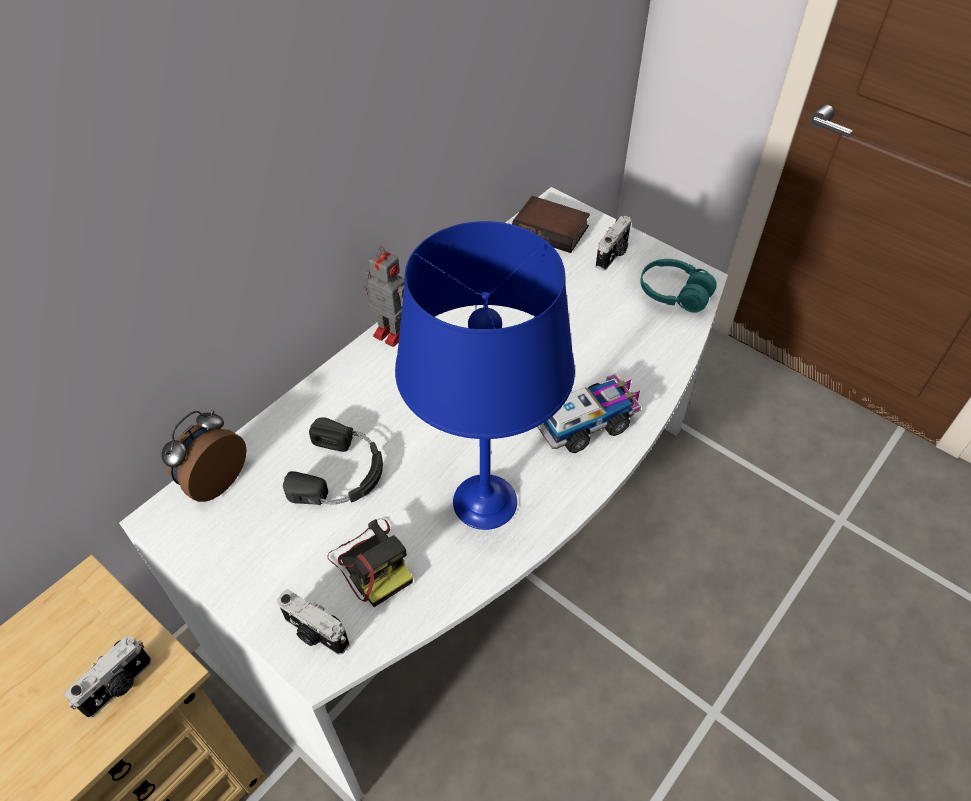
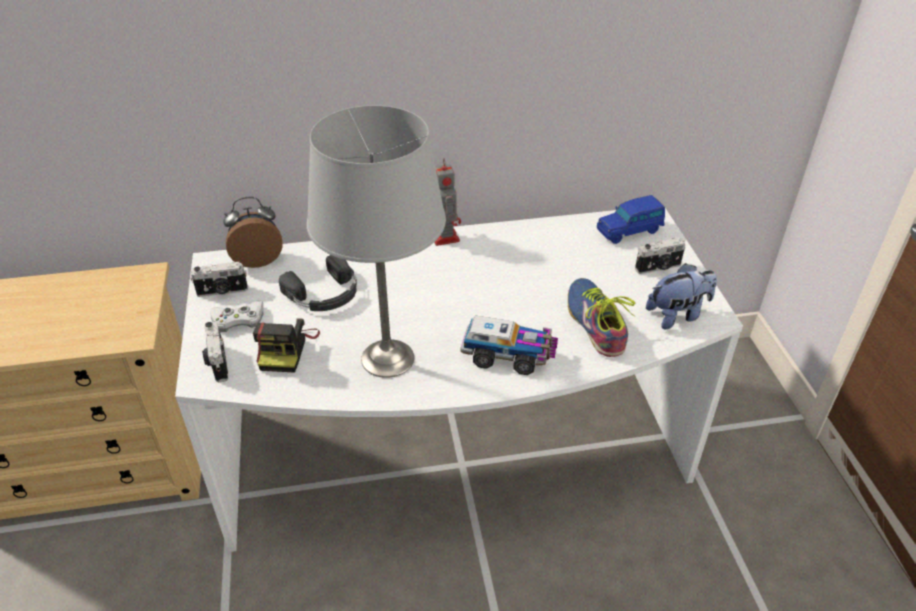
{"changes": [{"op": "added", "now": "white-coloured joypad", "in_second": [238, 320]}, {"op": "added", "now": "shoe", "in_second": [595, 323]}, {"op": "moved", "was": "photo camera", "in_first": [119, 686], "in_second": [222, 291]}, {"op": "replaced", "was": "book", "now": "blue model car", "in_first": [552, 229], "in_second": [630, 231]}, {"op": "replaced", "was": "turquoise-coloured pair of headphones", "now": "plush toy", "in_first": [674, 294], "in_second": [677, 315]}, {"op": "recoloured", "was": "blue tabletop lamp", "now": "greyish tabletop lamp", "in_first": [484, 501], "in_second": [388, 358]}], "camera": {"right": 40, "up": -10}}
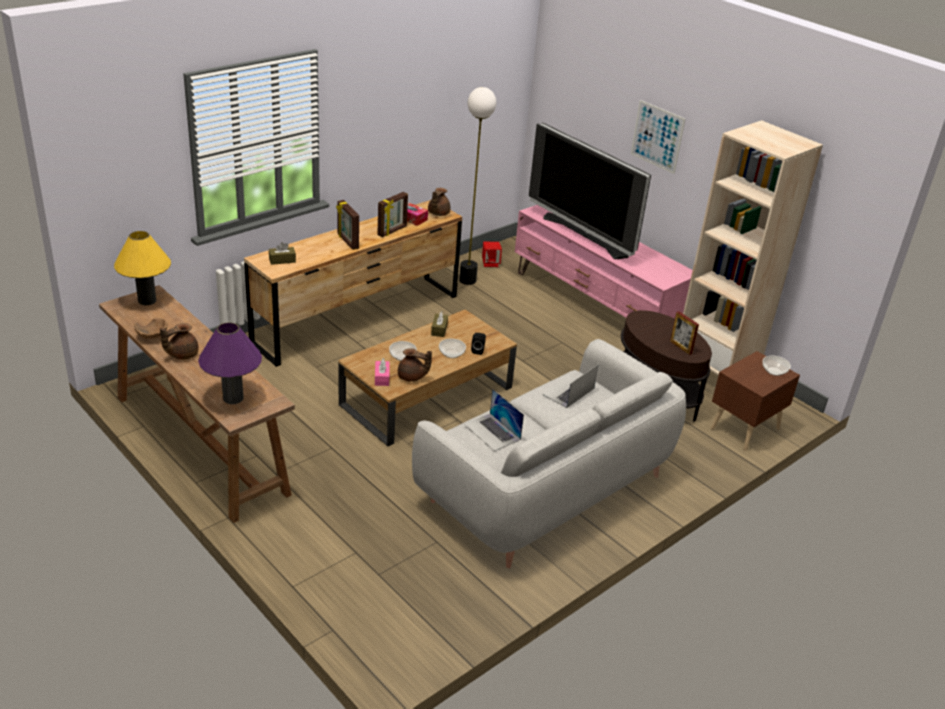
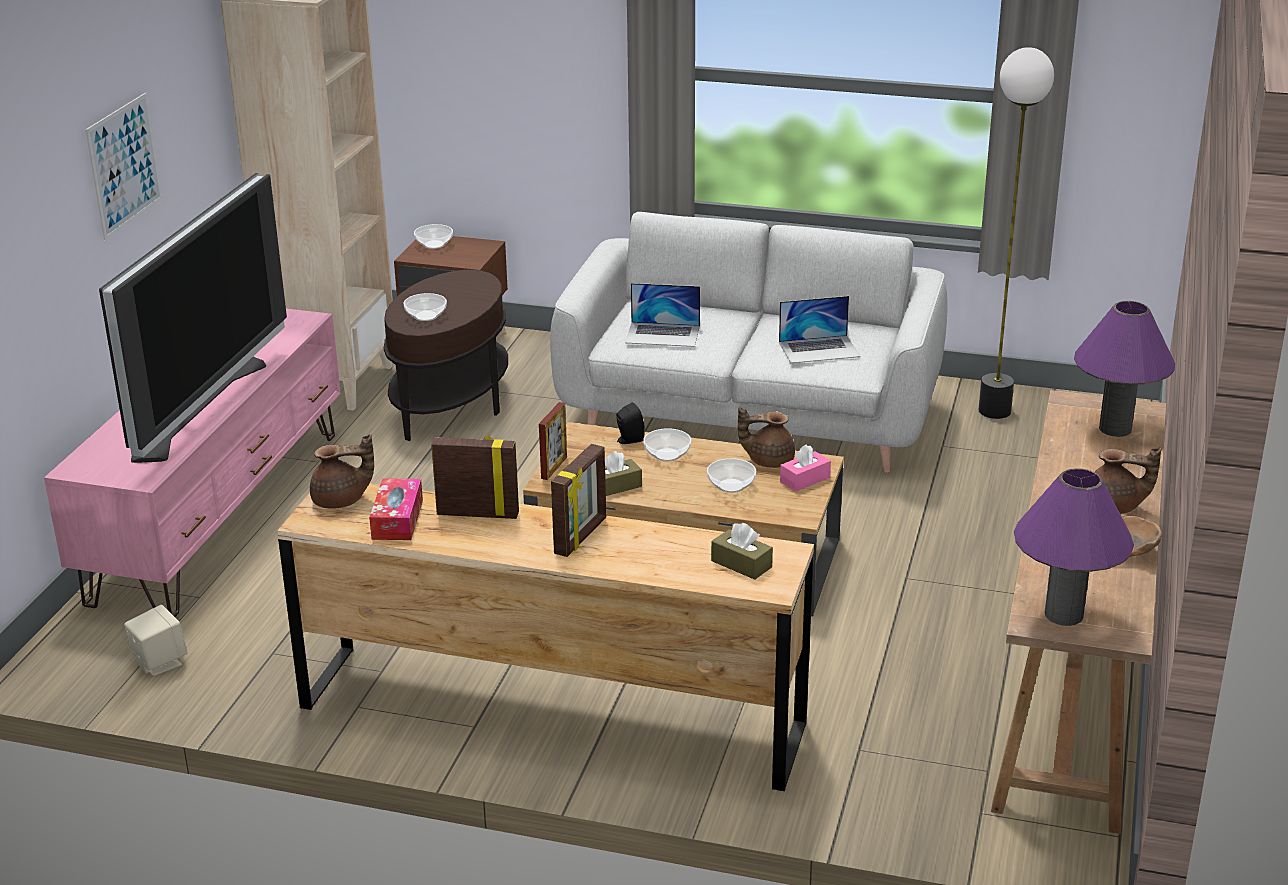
{"changes": [{"op": "added", "now": "deep dish", "in_second": [426, 316]}, {"op": "moved", "was": "standard lamp", "in_first": [467, 280], "in_second": [995, 411]}, {"op": "moved", "was": "photo frame", "in_first": [680, 347], "in_second": [554, 467]}, {"op": "recoloured", "was": "yellow tabletop lamp", "now": "purple-coloured tabletop lamp", "in_first": [147, 300], "in_second": [1063, 614]}, {"op": "recoloured", "was": "reddish loudspeaker", "now": "beige-coloured loudspeaker", "in_first": [490, 263], "in_second": [159, 663]}, {"op": "turned", "was": "brown-coloured pot for tea", "in_first": [412, 377], "in_second": [768, 460], "clockwise": -75}, {"op": "turned", "was": "portable computer", "in_first": [492, 432], "in_second": [819, 349], "clockwise": 60}], "camera": {"right": -120, "up": -5}}
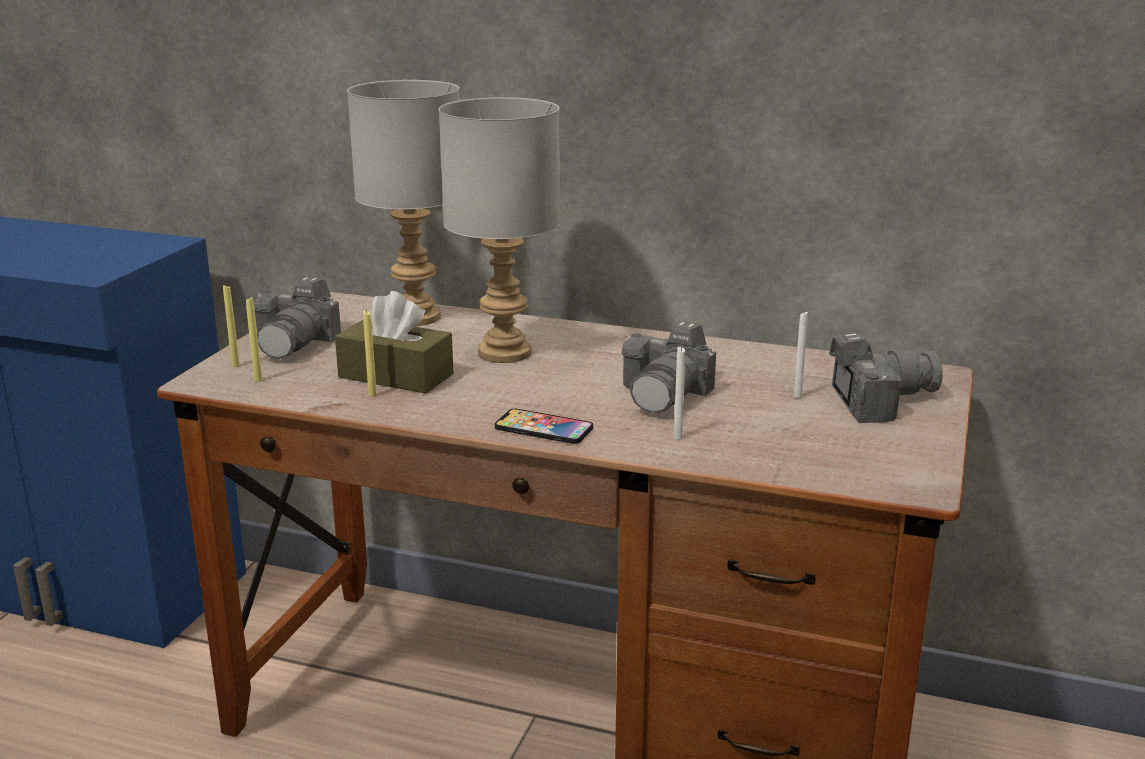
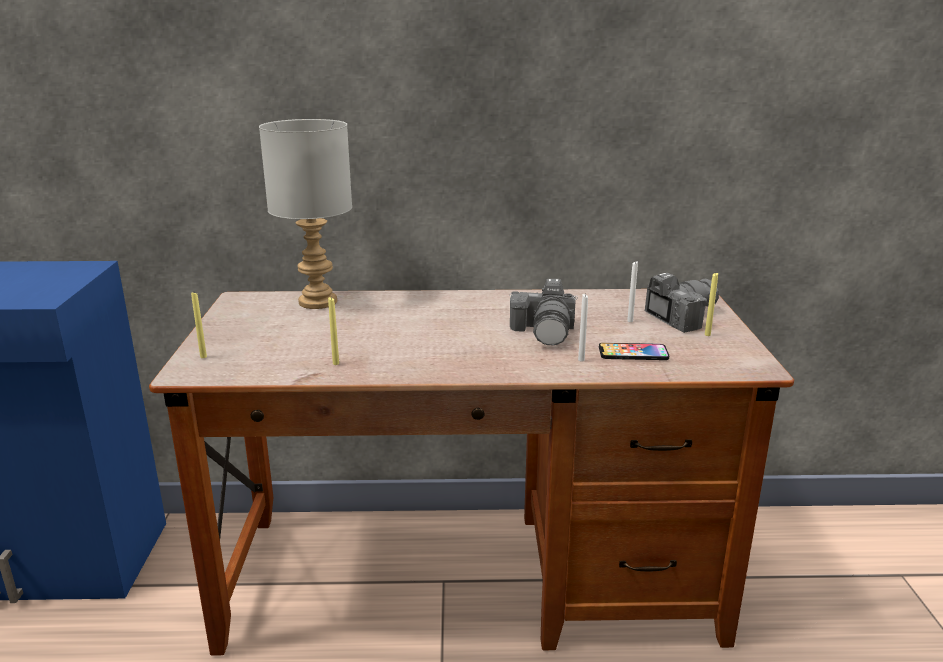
{"changes": [{"op": "removed", "was": "photo camera", "in_first": [296, 343]}, {"op": "removed", "was": "brown-coloured tissue box", "in_first": [396, 376]}, {"op": "removed", "was": "greyish tabletop lamp", "in_first": [502, 353]}, {"op": "moved", "was": "yellow wax candle", "in_first": [258, 380], "in_second": [707, 335]}, {"op": "moved", "was": "handset", "in_first": [543, 428], "in_second": [633, 353]}], "camera": {"right": -20, "up": 0}}
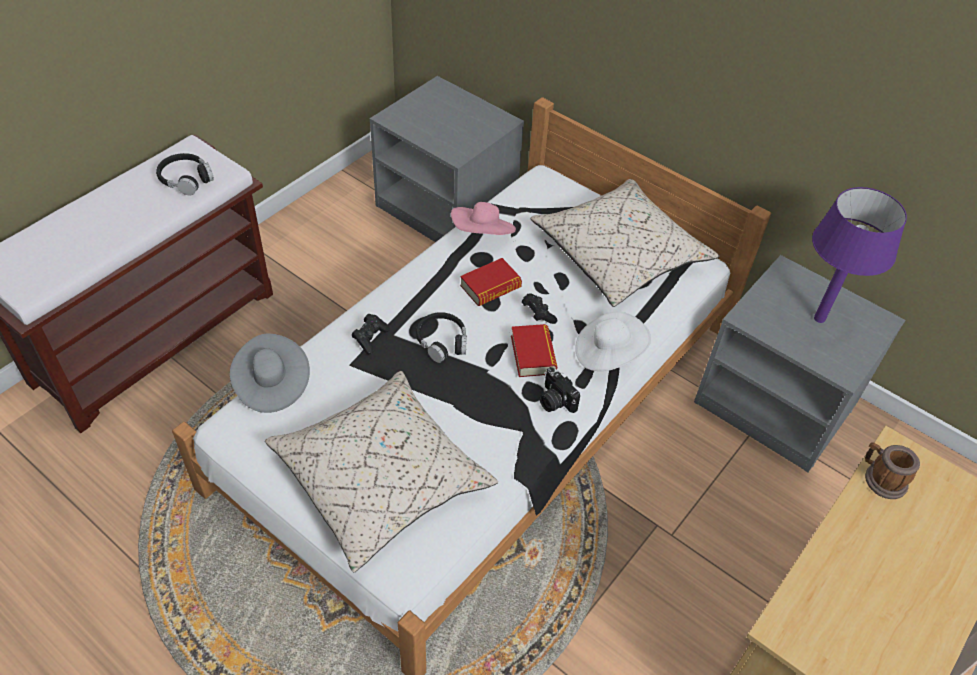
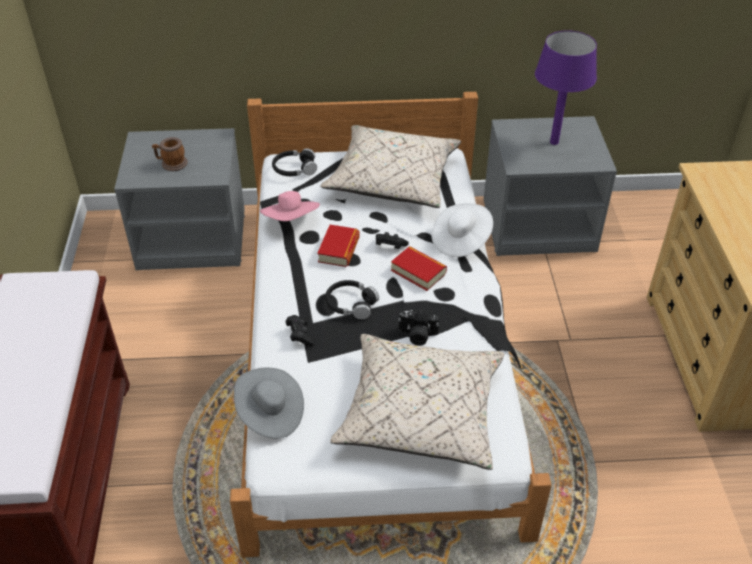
{"changes": [{"op": "moved", "was": "black-coloured pair of headphones", "in_first": [186, 179], "in_second": [294, 169]}, {"op": "moved", "was": "photo camera", "in_first": [554, 401], "in_second": [417, 335]}, {"op": "moved", "was": "mug", "in_first": [880, 478], "in_second": [171, 164]}], "camera": {"right": -40, "up": -5}}
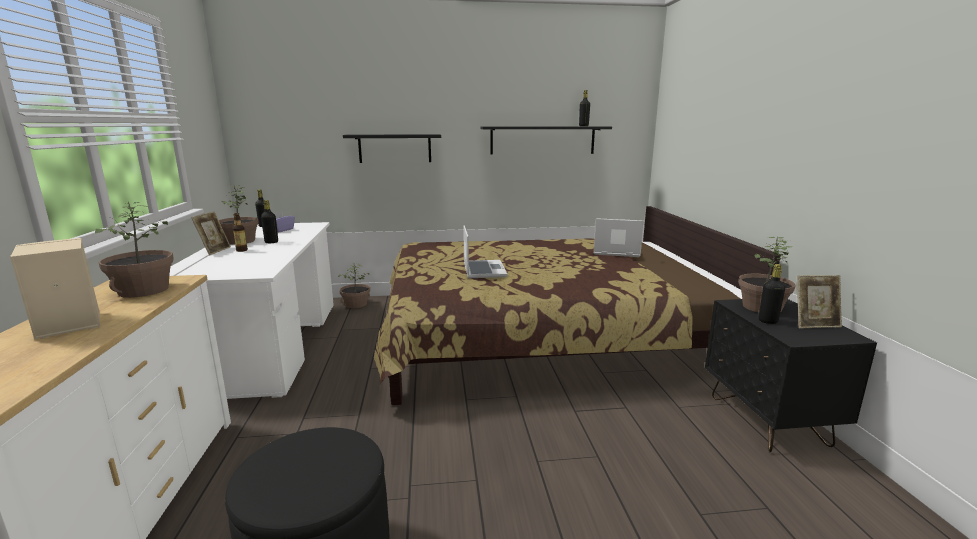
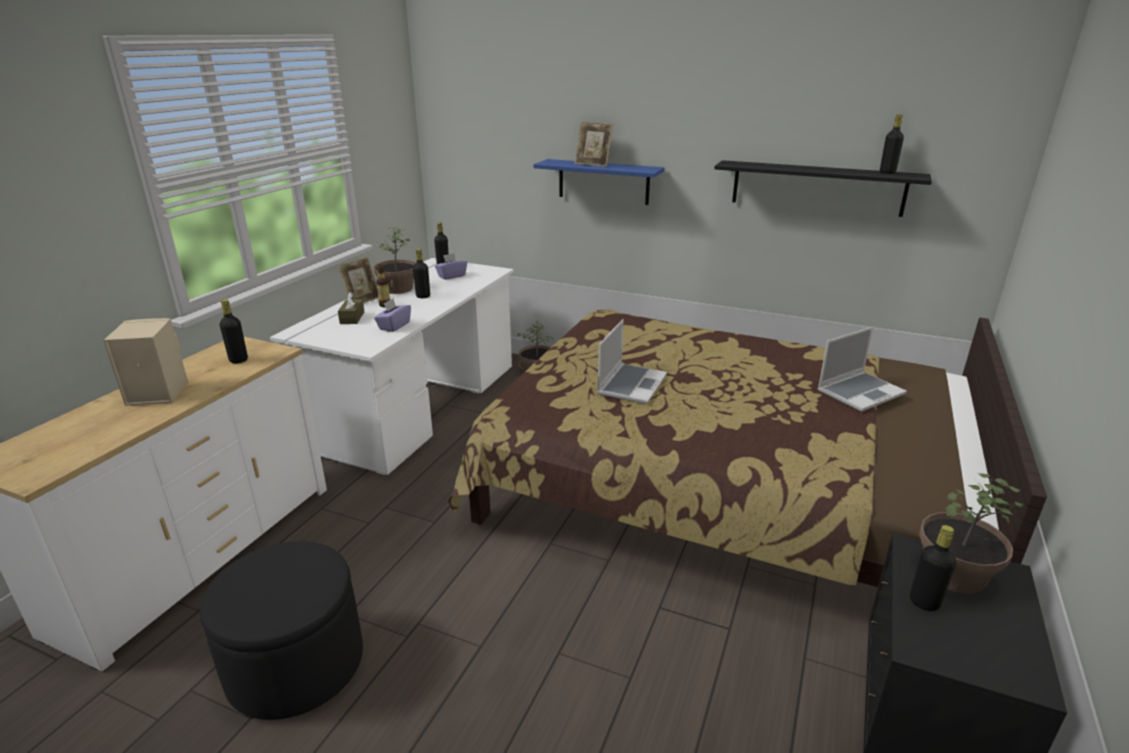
{"changes": [{"op": "added", "now": "brown-coloured tissue box", "in_second": [352, 318]}, {"op": "added", "now": "purple-coloured tissue box", "in_second": [394, 326]}, {"op": "moved", "was": "photo frame", "in_first": [814, 324], "in_second": [593, 164]}, {"op": "replaced", "was": "houseplant", "now": "black-coloured bottle", "in_first": [143, 290], "in_second": [238, 360]}, {"op": "recoloured", "was": "black-coloured bracket shelf", "now": "blue bracket shelf", "in_first": [395, 148], "in_second": [603, 181]}, {"op": "turned", "was": "portable computer", "in_first": [615, 252], "in_second": [860, 392], "clockwise": 105}], "camera": {"right": 30, "up": 10}}
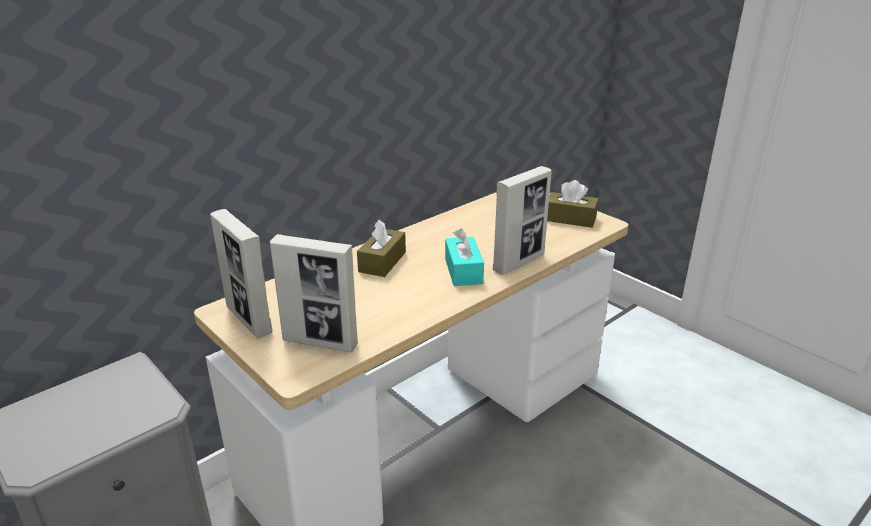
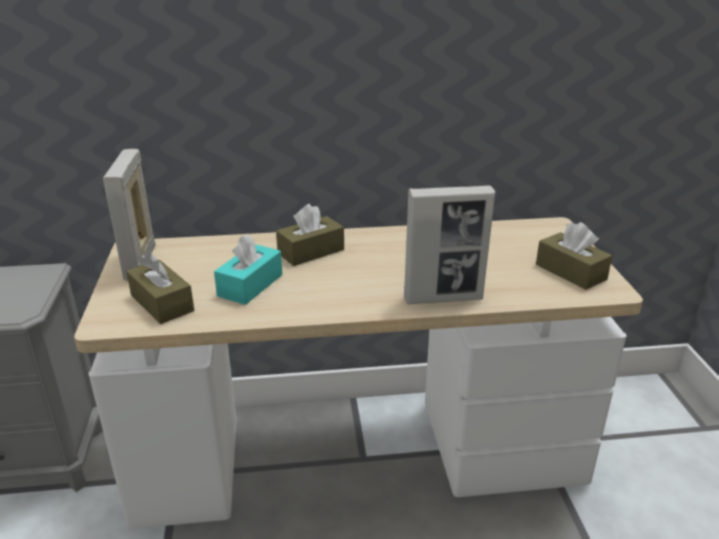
{"changes": [{"op": "moved", "was": "turquoise-coloured tissue box", "in_first": [463, 271], "in_second": [250, 285]}, {"op": "replaced", "was": "photo frame", "now": "brown-coloured tissue box", "in_first": [320, 342], "in_second": [162, 303]}], "camera": {"right": 35, "up": 0}}
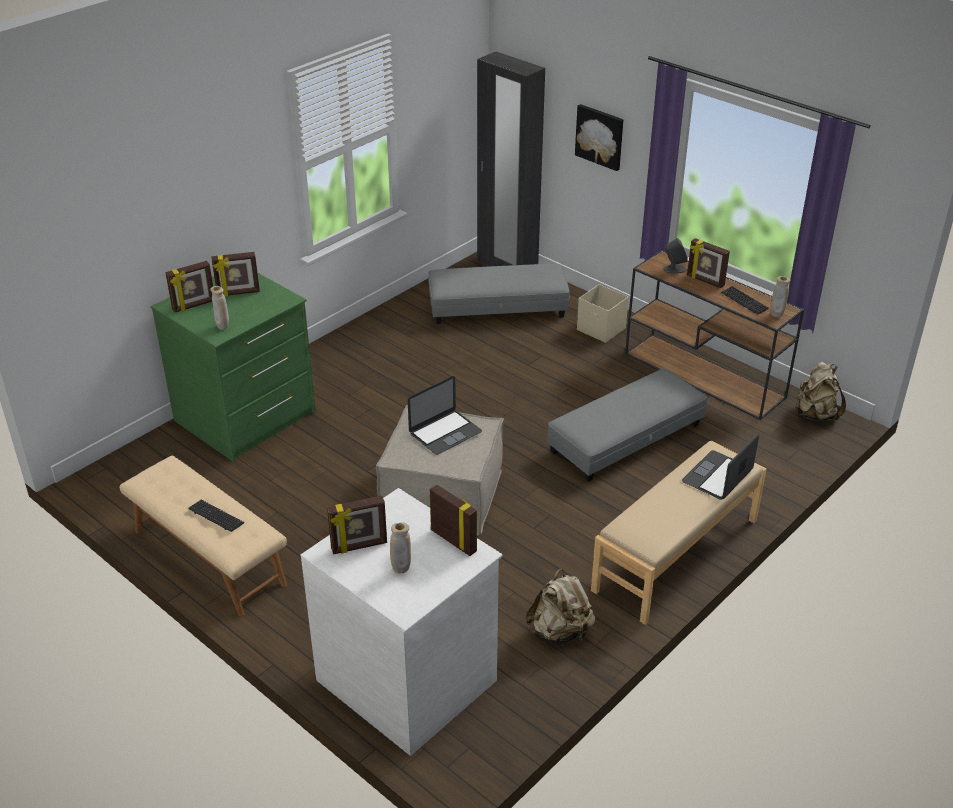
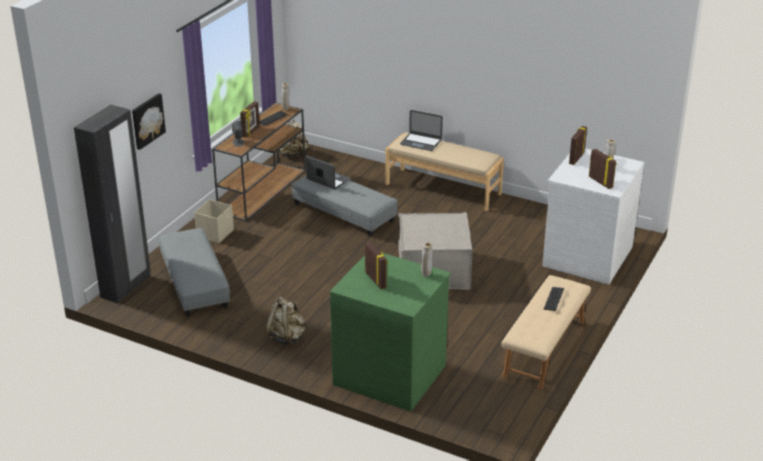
{"changes": [{"op": "removed", "was": "photo frame", "in_first": [194, 305]}, {"op": "moved", "was": "portable computer", "in_first": [445, 432], "in_second": [328, 179]}, {"op": "moved", "was": "beige-coloured backpack", "in_first": [560, 631], "in_second": [287, 337]}], "camera": {"right": -105, "up": -5}}
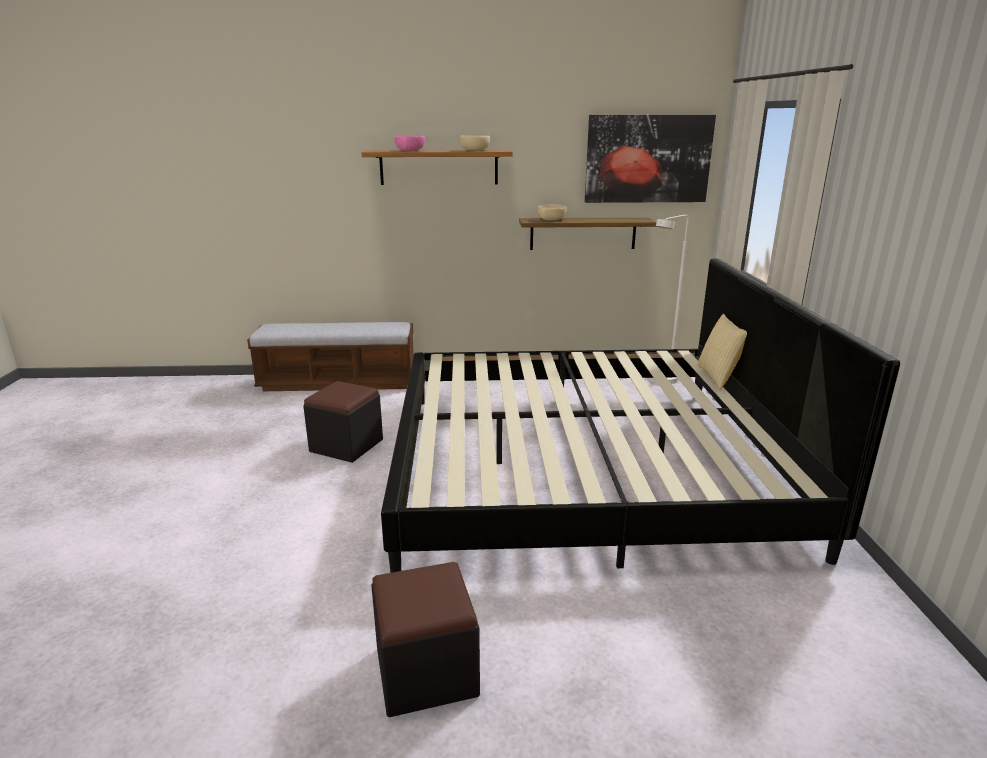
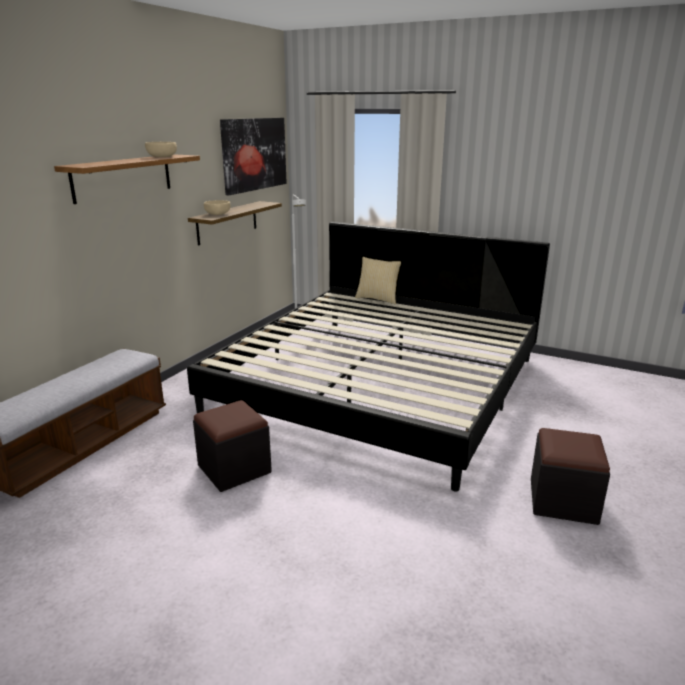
{"changes": [{"op": "removed", "was": "pink deep dish", "in_first": [410, 150]}], "camera": {"right": -60, "up": 0}}
